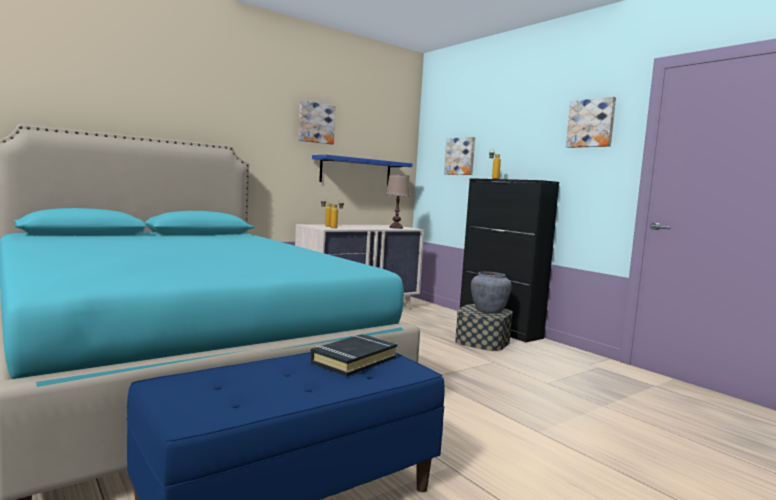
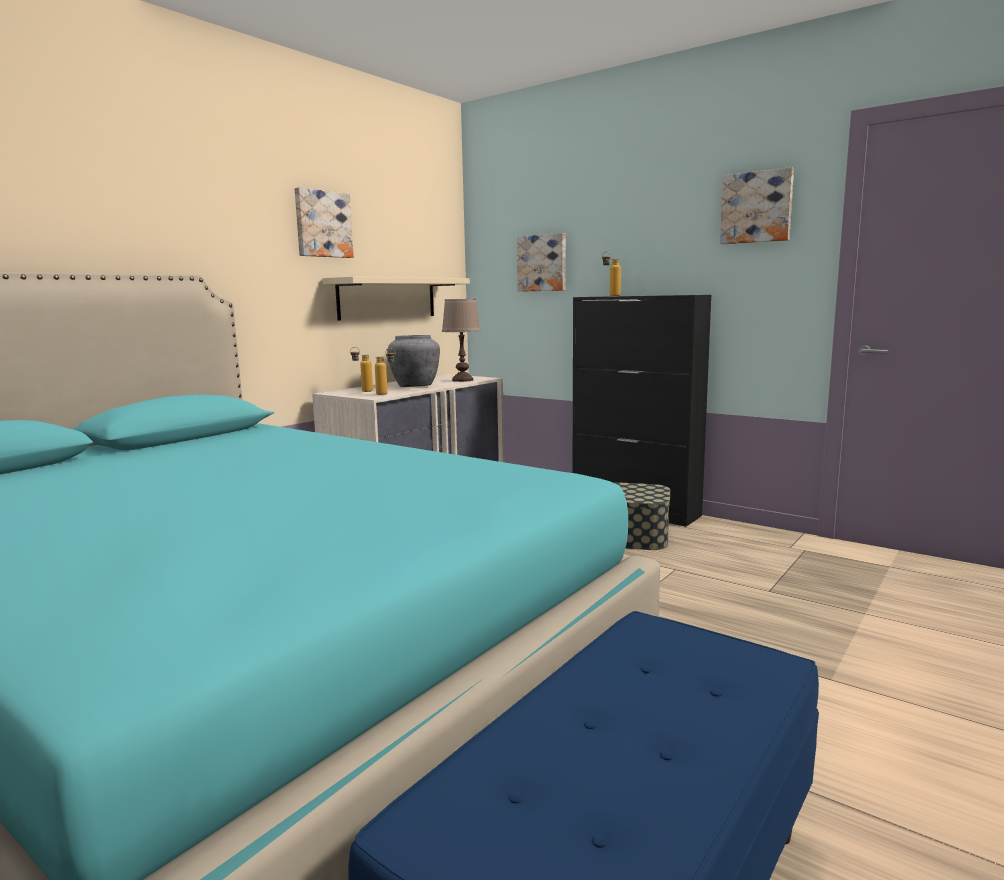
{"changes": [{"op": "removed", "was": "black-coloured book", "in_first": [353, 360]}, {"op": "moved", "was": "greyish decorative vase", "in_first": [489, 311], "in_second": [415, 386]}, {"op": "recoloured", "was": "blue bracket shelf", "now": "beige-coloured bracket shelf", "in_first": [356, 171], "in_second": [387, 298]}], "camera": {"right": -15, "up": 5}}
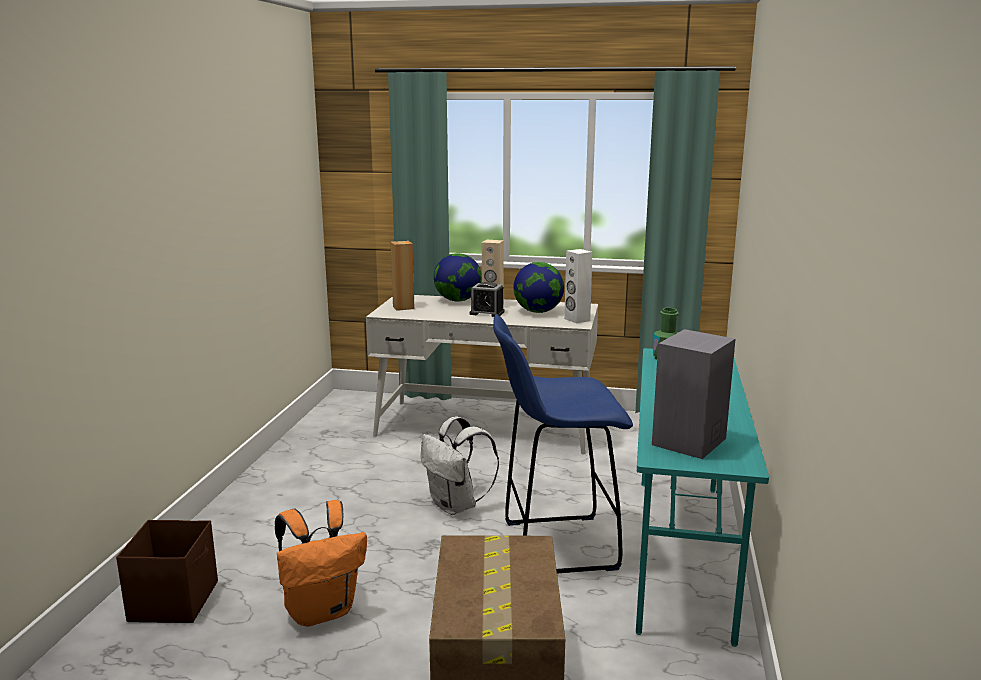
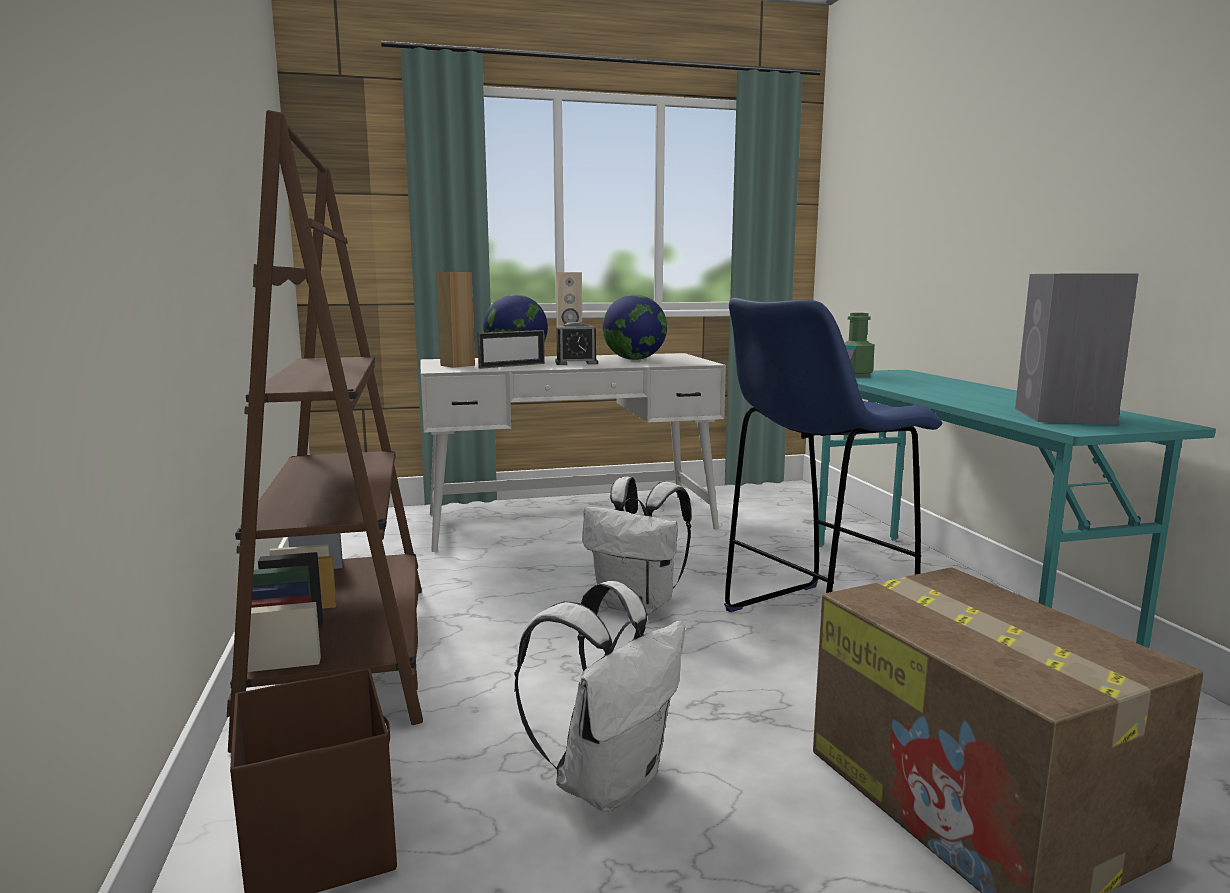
{"changes": [{"op": "removed", "was": "white-coloured loudspeaker", "in_first": [576, 319]}, {"op": "added", "now": "brown-coloured shelving unit", "in_second": [345, 656]}, {"op": "added", "now": "photo frame", "in_second": [512, 366]}, {"op": "recoloured", "was": "orange backpack", "now": "white-coloured backpack", "in_first": [322, 611], "in_second": [608, 780]}], "camera": {"right": -25, "up": -5}}
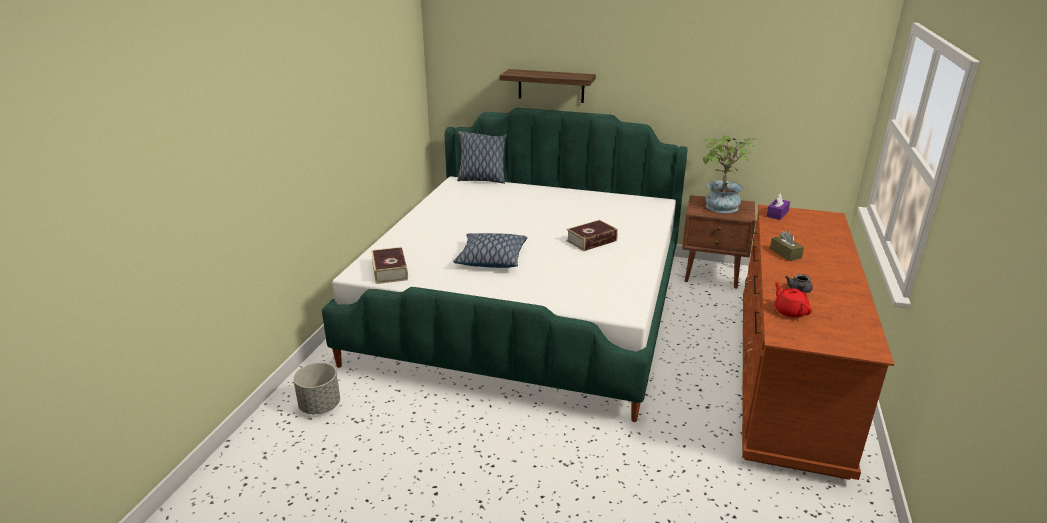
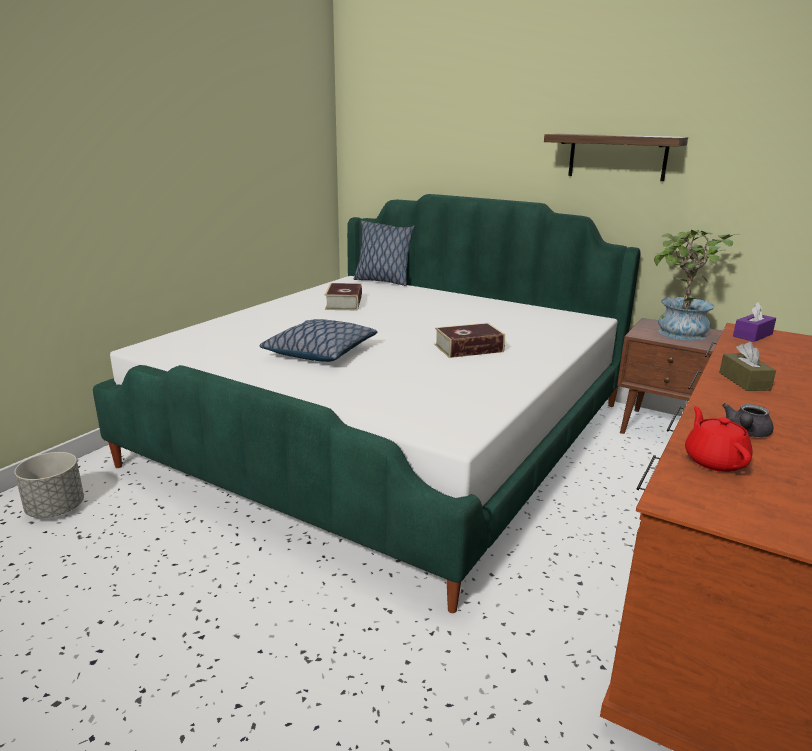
{"changes": [{"op": "moved", "was": "book", "in_first": [390, 271], "in_second": [344, 303]}, {"op": "moved", "was": "bracket shelf", "in_first": [551, 86], "in_second": [617, 157]}], "camera": {"right": 15, "up": -5}}
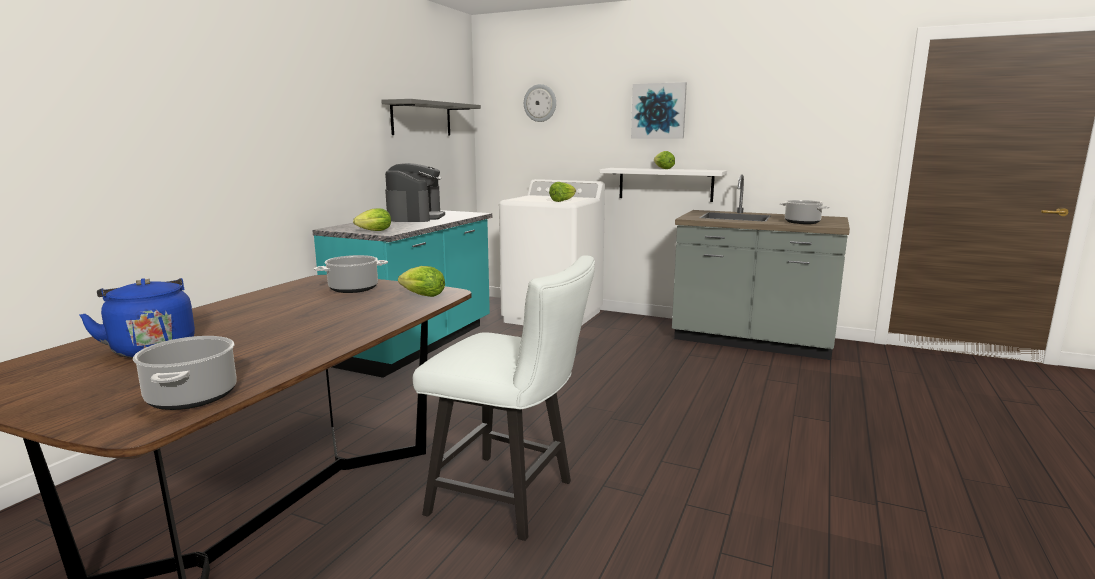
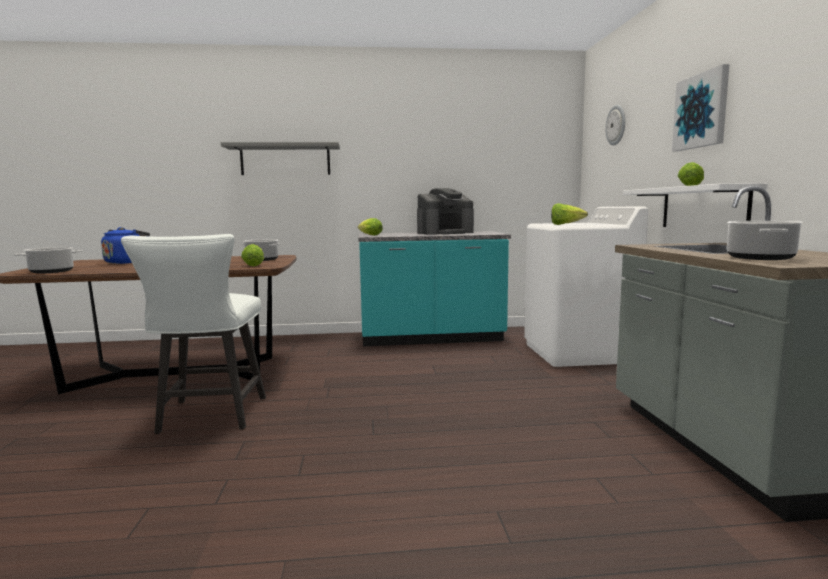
{"changes": [{"op": "moved", "was": "greyish bracket shelf", "in_first": [421, 119], "in_second": [285, 160]}], "camera": {"right": 60, "up": -5}}
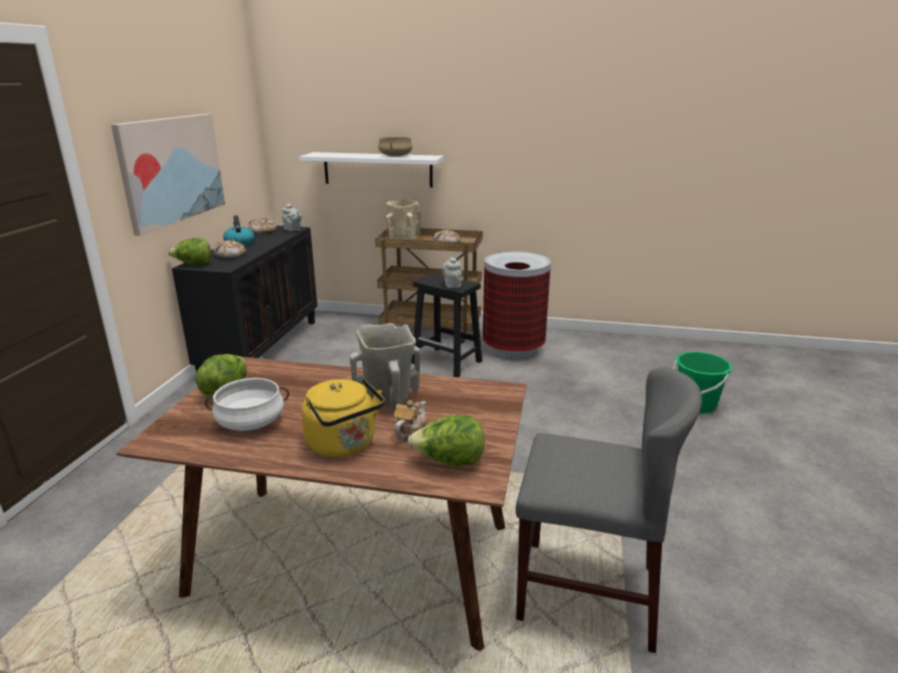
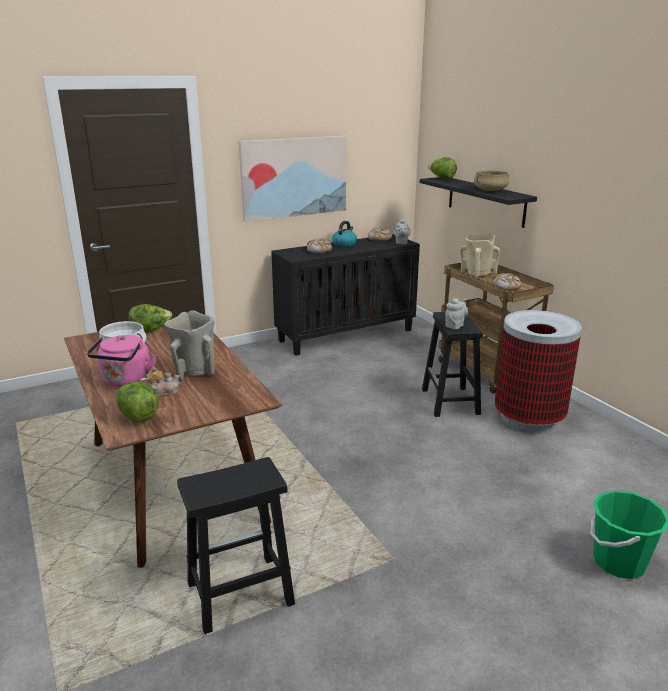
{"changes": [{"op": "moved", "was": "lettuce head", "in_first": [193, 264], "in_second": [441, 178]}, {"op": "replaced", "was": "greyish plain chair", "now": "black-coloured stool seat", "in_first": [587, 592], "in_second": [238, 594]}, {"op": "recoloured", "was": "white-coloured bracket shelf", "now": "black-coloured bracket shelf", "in_first": [377, 169], "in_second": [485, 201]}, {"op": "recoloured", "was": "yellow water kettle", "now": "pink water kettle", "in_first": [344, 445], "in_second": [125, 381]}], "camera": {"right": 50, "up": 0}}
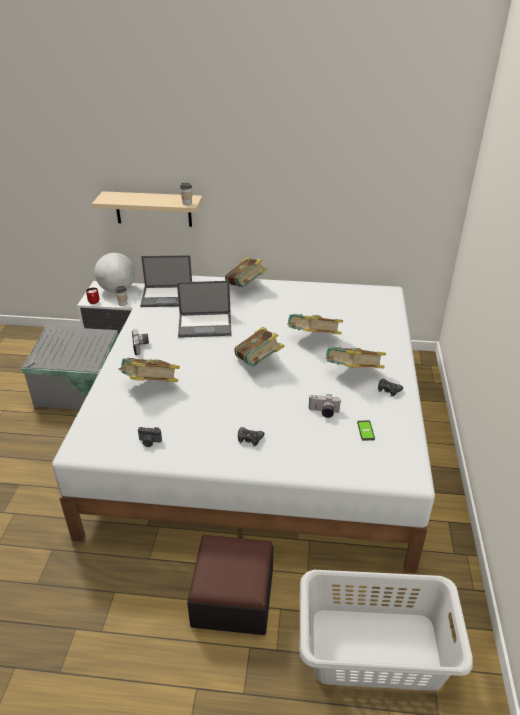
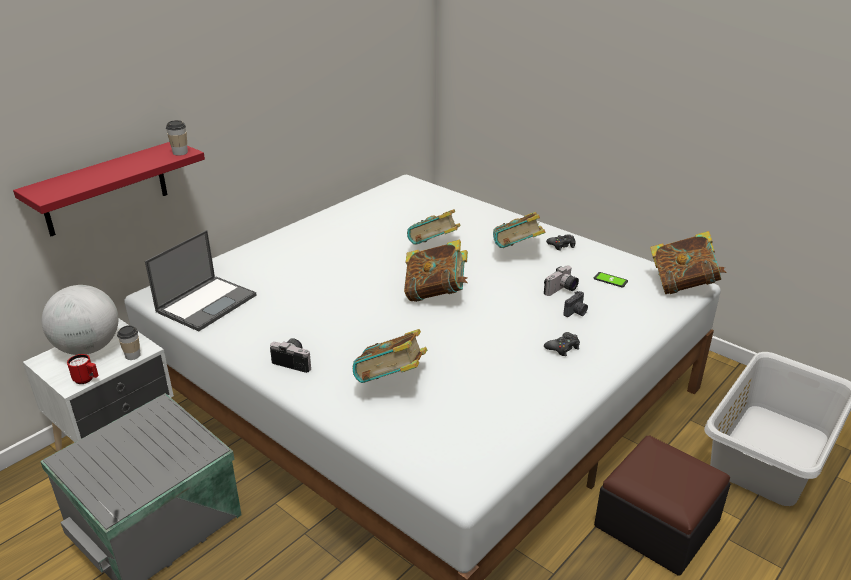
{"changes": [{"op": "removed", "was": "portable computer", "in_first": [205, 324]}, {"op": "moved", "was": "photo camera", "in_first": [149, 442], "in_second": [576, 312]}, {"op": "moved", "was": "book", "in_first": [246, 287], "in_second": [682, 285]}, {"op": "recoloured", "was": "beige-coloured bracket shelf", "now": "reddish bracket shelf", "in_first": [153, 209], "in_second": [105, 189]}], "camera": {"right": -55, "up": -5}}
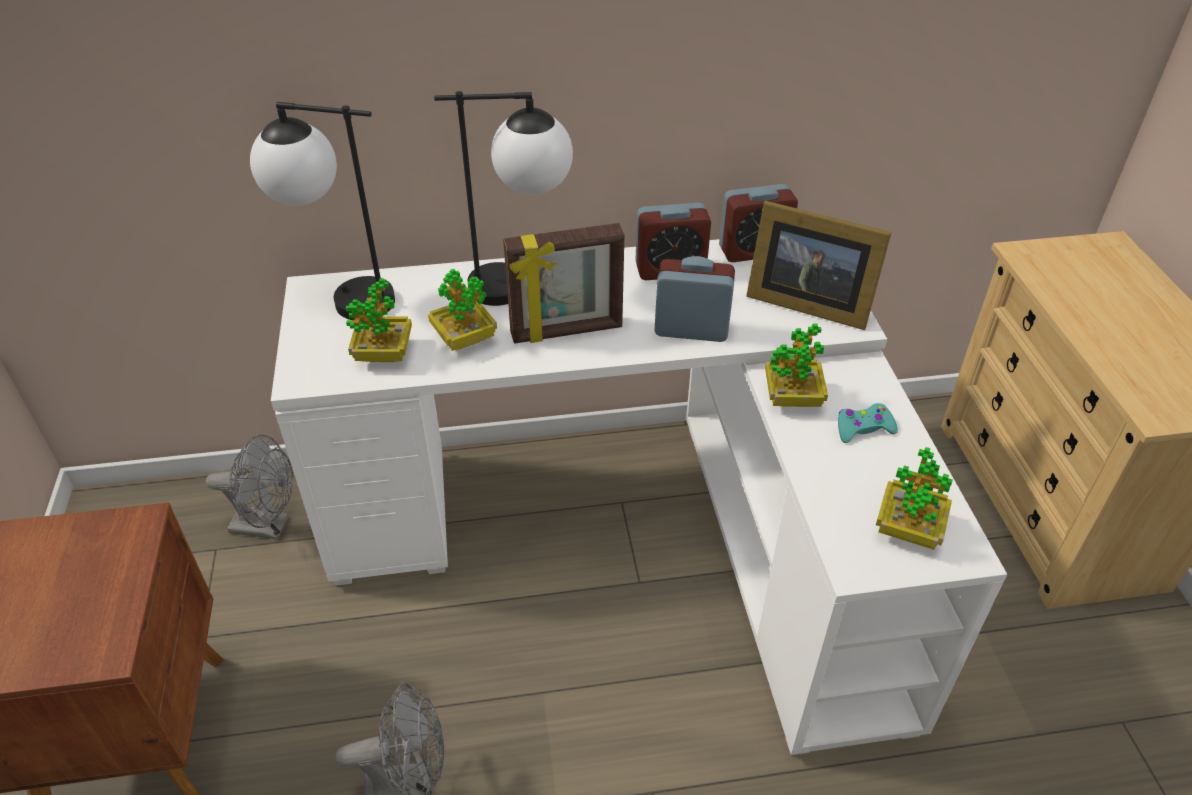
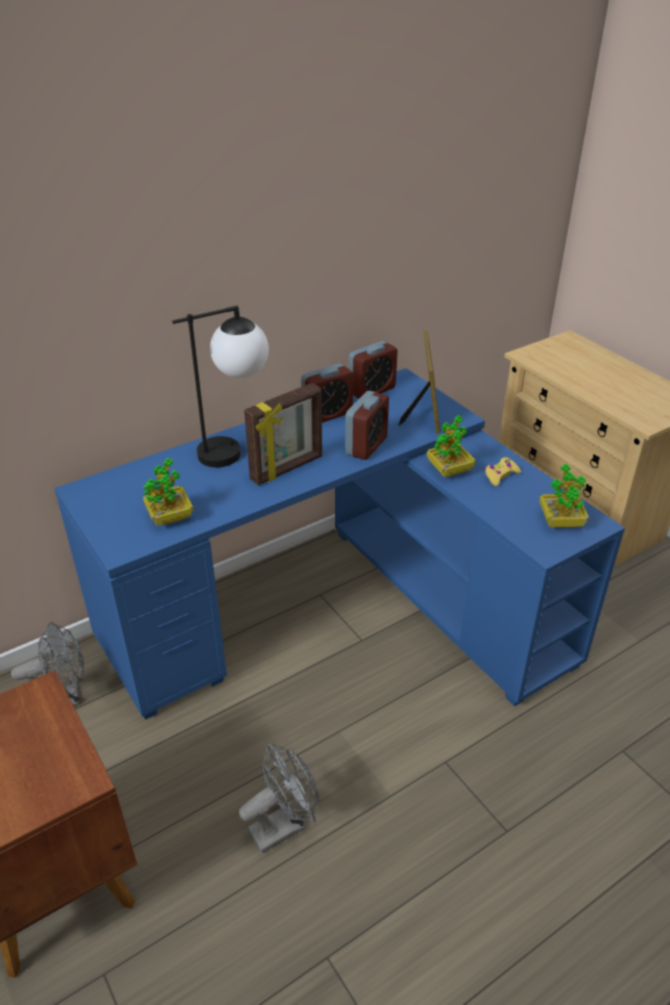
{"changes": [{"op": "removed", "was": "tabletop lamp", "in_first": [341, 300]}, {"op": "removed", "was": "houseplant", "in_first": [464, 339]}, {"op": "recoloured", "was": "white-coloured desk unit", "now": "blue desk unit", "in_first": [637, 529], "in_second": [341, 608]}, {"op": "recoloured", "was": "turquoise-coloured joypad", "now": "yellow joypad", "in_first": [863, 428], "in_second": [500, 475]}, {"op": "turned", "was": "table clock", "in_first": [691, 329], "in_second": [366, 446], "clockwise": 135}, {"op": "turned", "was": "photo frame", "in_first": [805, 302], "in_second": [424, 412], "clockwise": -90}], "camera": {"right": -25, "up": -5}}
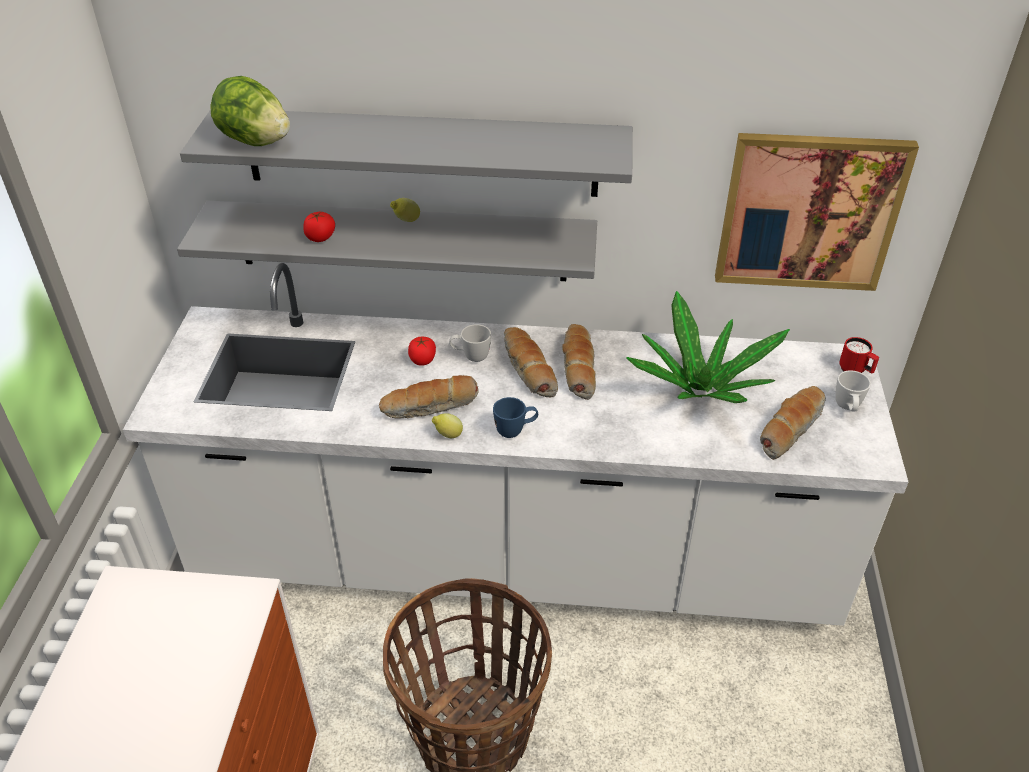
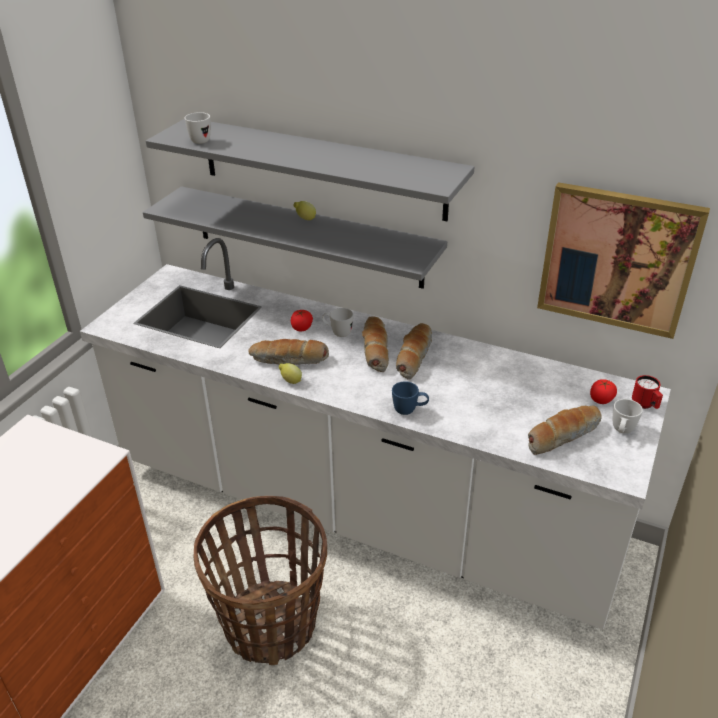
{"changes": [{"op": "removed", "was": "houseplant", "in_first": [701, 389]}, {"op": "moved", "was": "fresh tomato", "in_first": [320, 237], "in_second": [601, 400]}, {"op": "moved", "was": "blue mug", "in_first": [515, 431], "in_second": [409, 410]}, {"op": "replaced", "was": "lettuce head", "now": "white-coloured mug", "in_first": [255, 141], "in_second": [198, 140]}], "camera": {"right": 20, "up": -5}}
